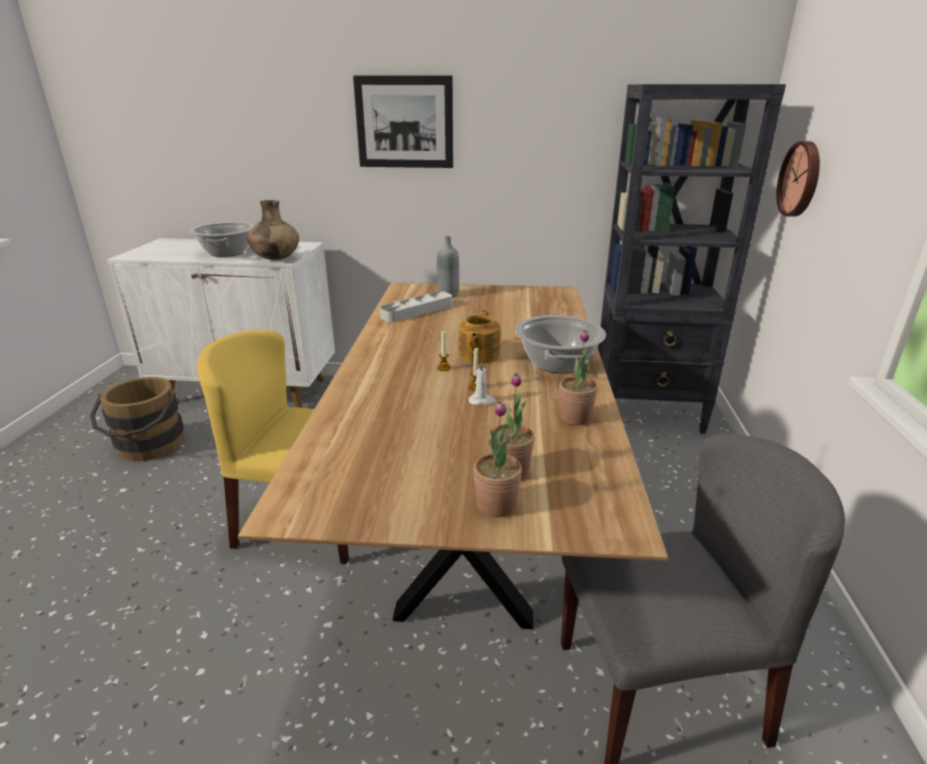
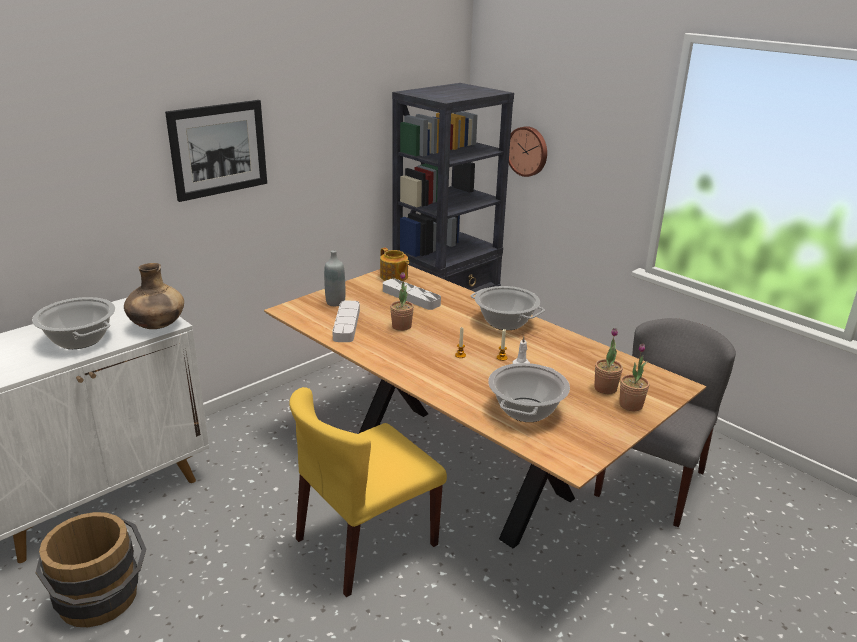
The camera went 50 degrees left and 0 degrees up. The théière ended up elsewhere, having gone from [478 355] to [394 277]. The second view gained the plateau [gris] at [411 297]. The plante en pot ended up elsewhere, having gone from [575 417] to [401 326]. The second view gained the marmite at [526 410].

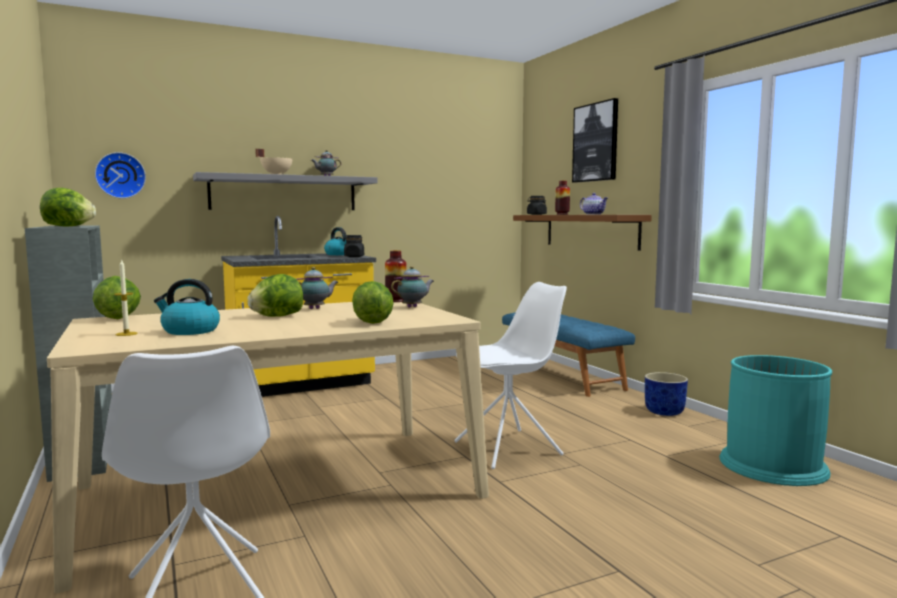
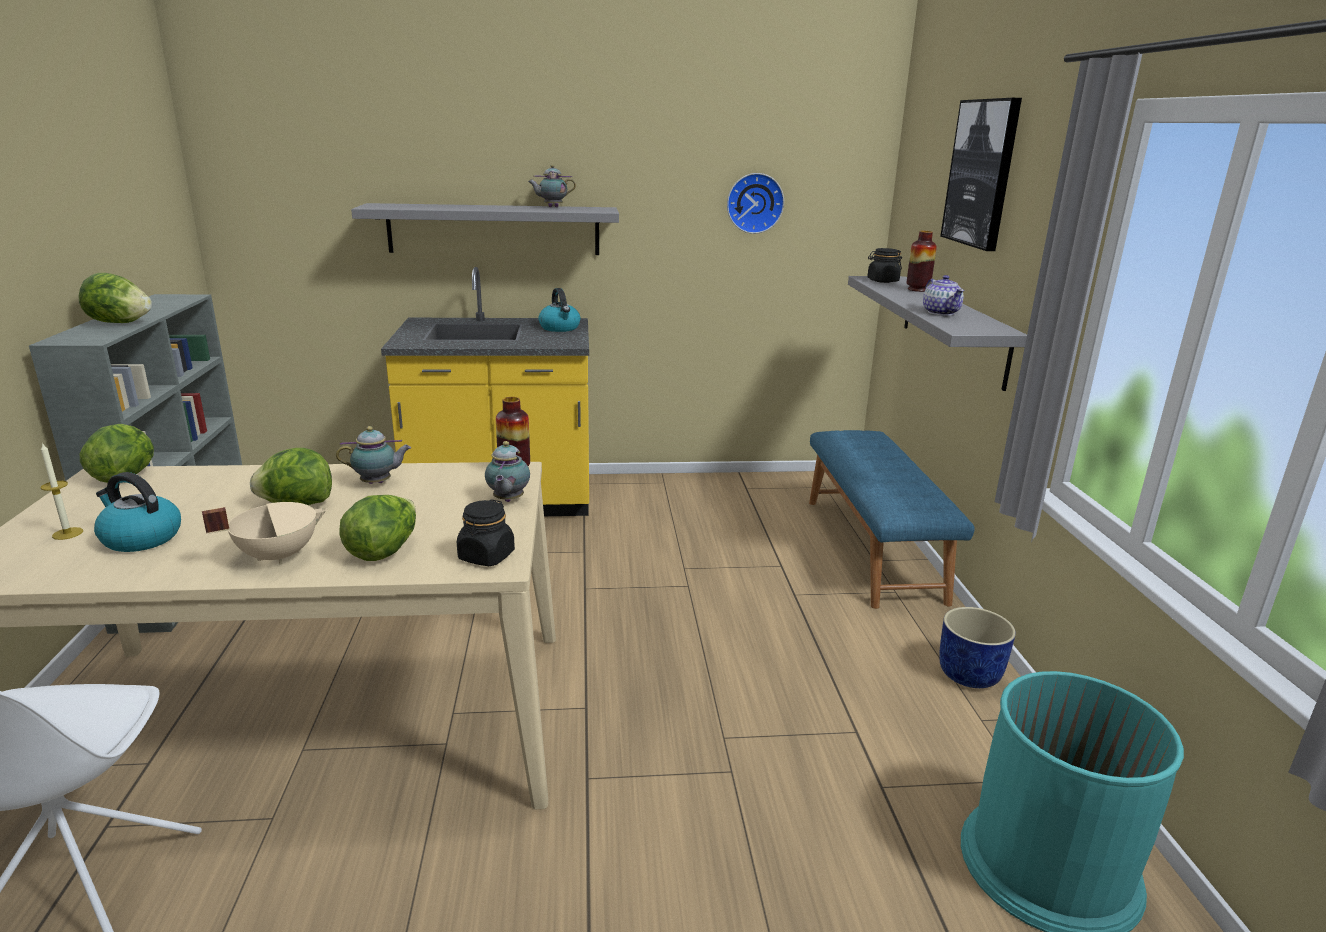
The camera went 20 degrees right and 15 degrees up. The marmite [beige] ended up elsewhere, having gone from [276 174] to [277 555]. The bocal [noir] ended up elsewhere, having gone from [354 256] to [486 556]. The théière at [413 307] ended up facing another way, 105 degrees clockwise from before. The horloge murale ended up elsewhere, having gone from [120 175] to [754 203]. What was the étagère [marron] at [590 231] turned into the étagère [gris] at [953 328]. The second view lost the chaise [blanc] at [509 448].

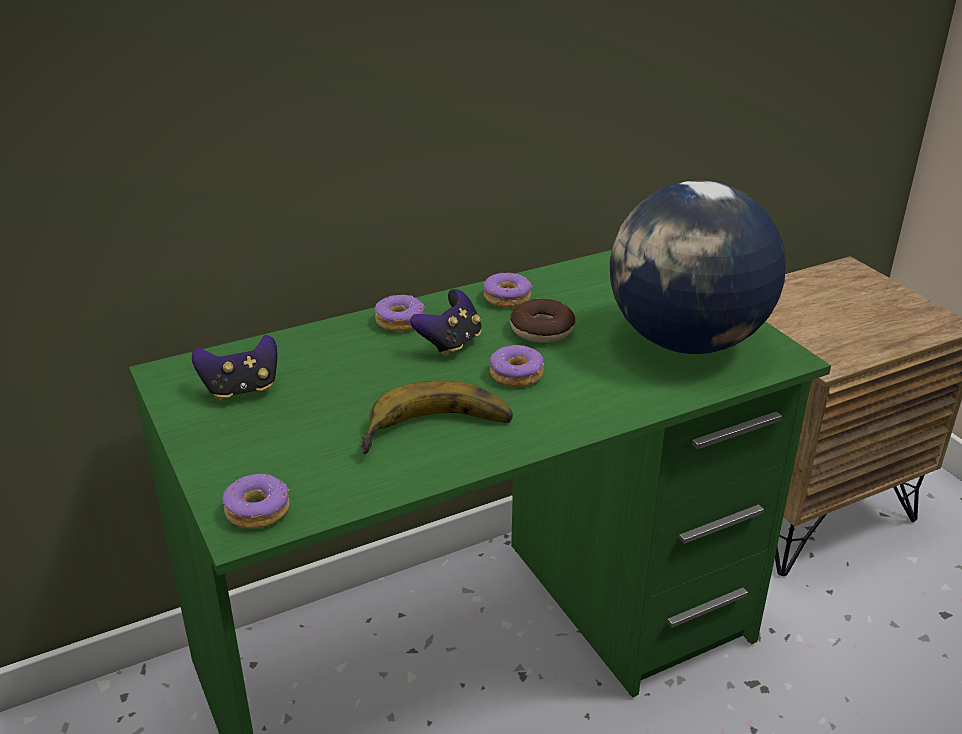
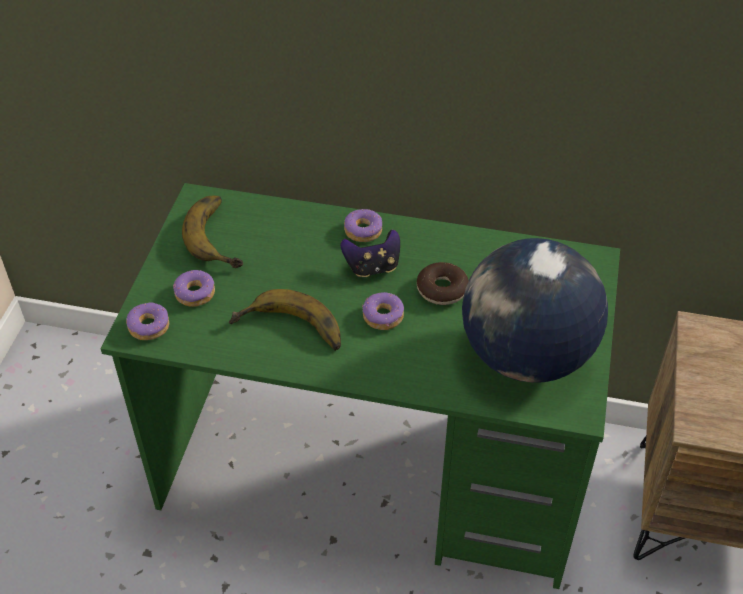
The camera went 40 degrees right and 15 degrees up. The beignet ended up elsewhere, having gone from [507 298] to [195 294]. Where the manette stood at [241 389], the banane came to stand at [222 235].

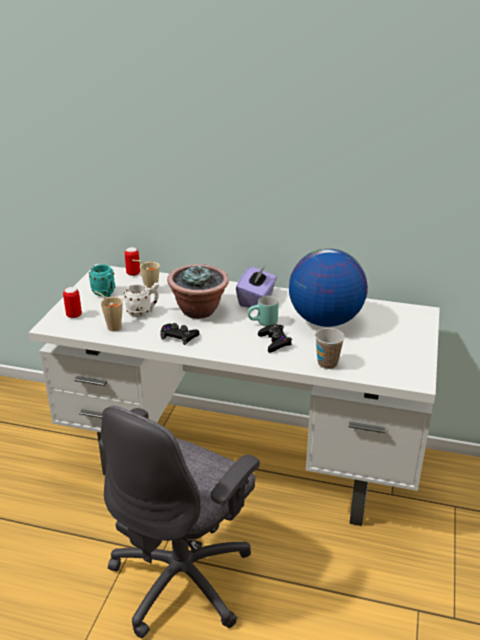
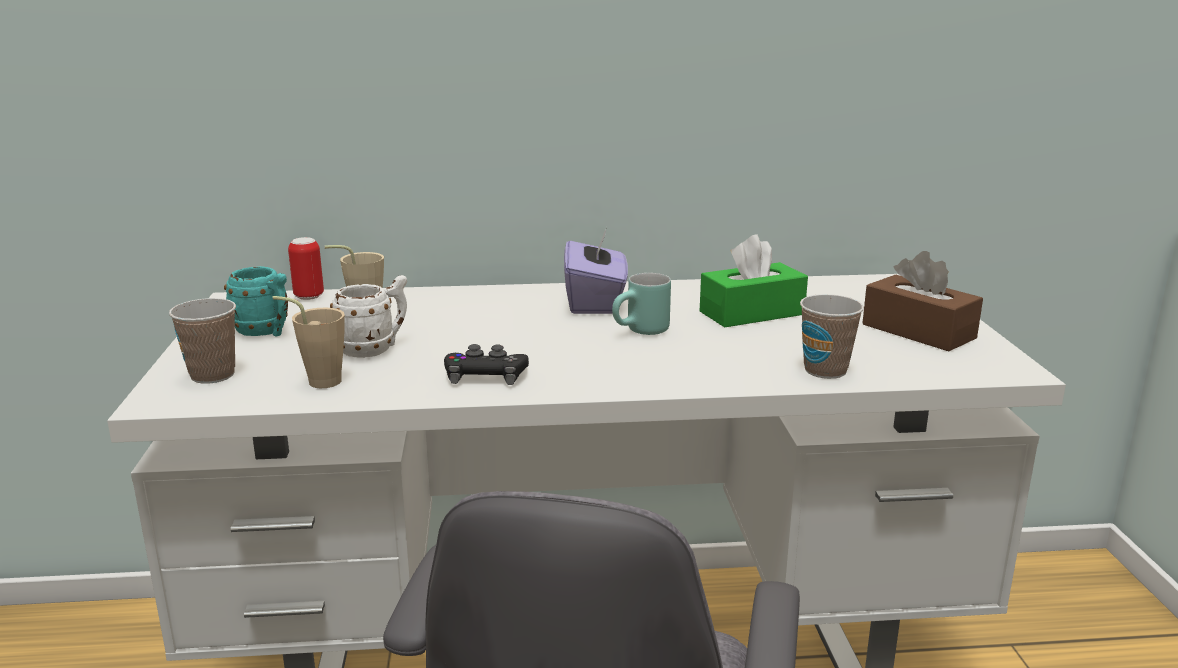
The camera went 20 degrees left and 10 degrees down. Where the boîte métallique stood at [74 315], the tasse came to stand at [212 375]. Where the globe stood at [325 321], the boîte à mouchoirs [vert] came to stand at [751 313]. The second view gained the boîte à mouchoirs [marron] at [918 331]. The second view lost the plante en pot at [199 310]. The second view lost the manette [noir] at [275 341].

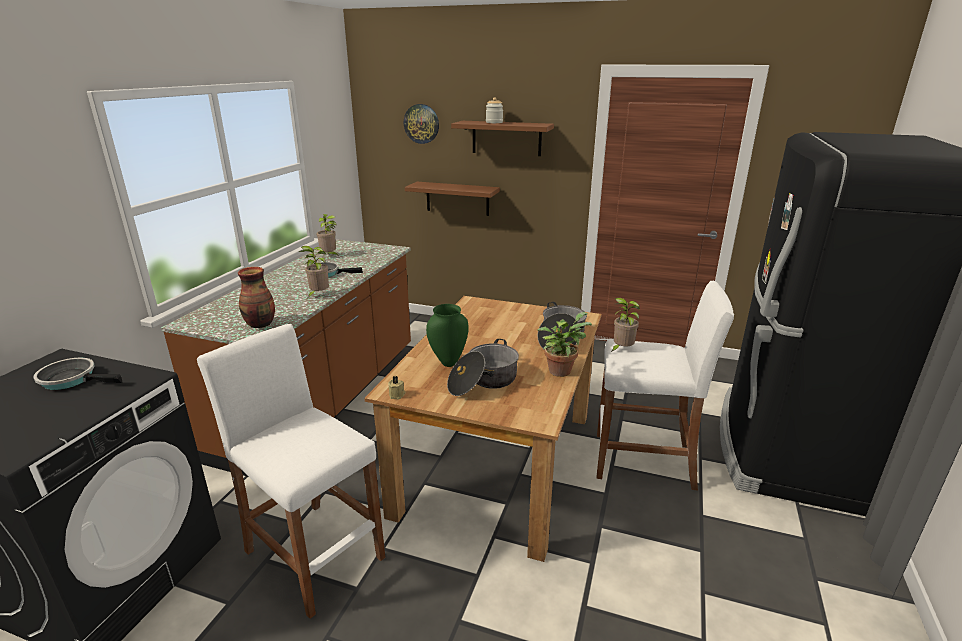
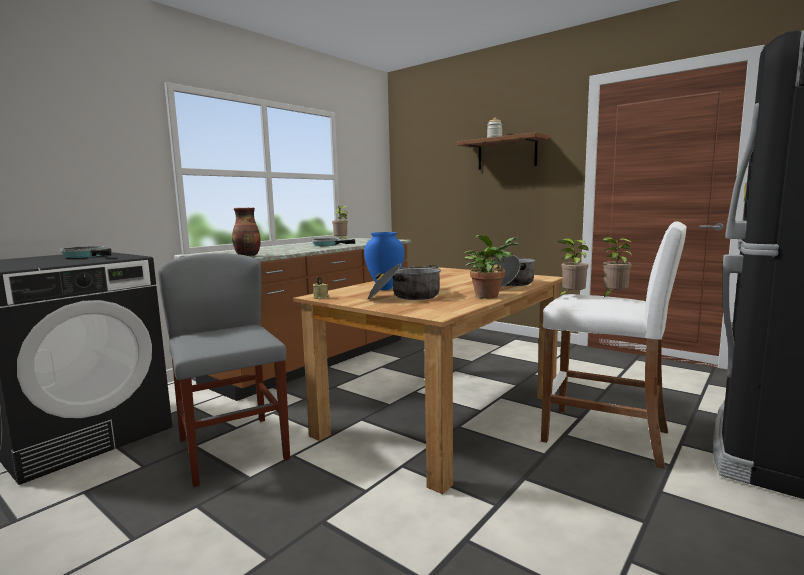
The camera went 20 degrees right and 15 degrees down. Where the tabouret [blanc] stood at [314 554], the chaise [gris] came to stand at [233 449]. What was the vase [vert] at [448 362] turned into the vase [bleu] at [385 288]. The plante en pot ended up elsewhere, having gone from [318 295] to [613 297]. The second view lost the horloge murale at [421 123]. The second view lost the étagère [marron] at [457 198].

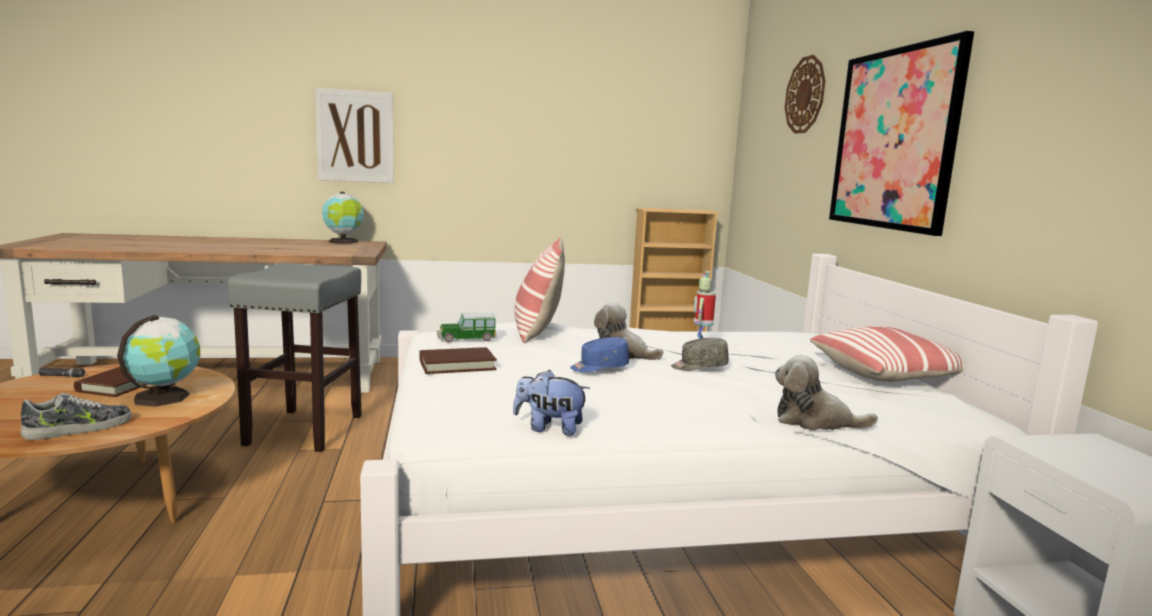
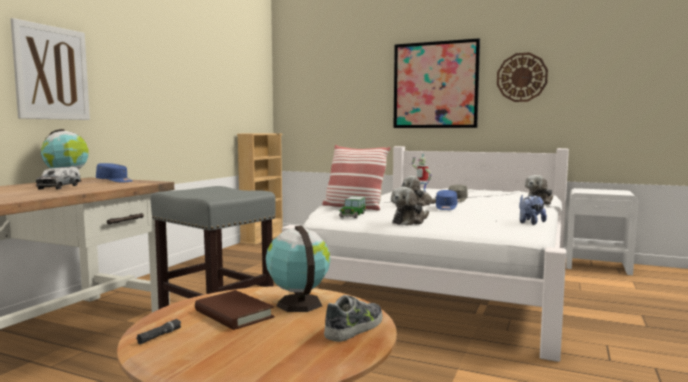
The camera went 55 degrees left and 5 degrees down. The second view gained the camion jouet at [59 187]. The second view gained the casquette [bleu] at [115 181]. The chaussure at [79 429] ended up facing another way, 45 degrees clockwise from before. Where the livre [marron] stood at [457 365], the peluche came to stand at [409 222]. The horloge murale ended up elsewhere, having gone from [805 95] to [521 77]. The second view lost the coussin at [887 374].

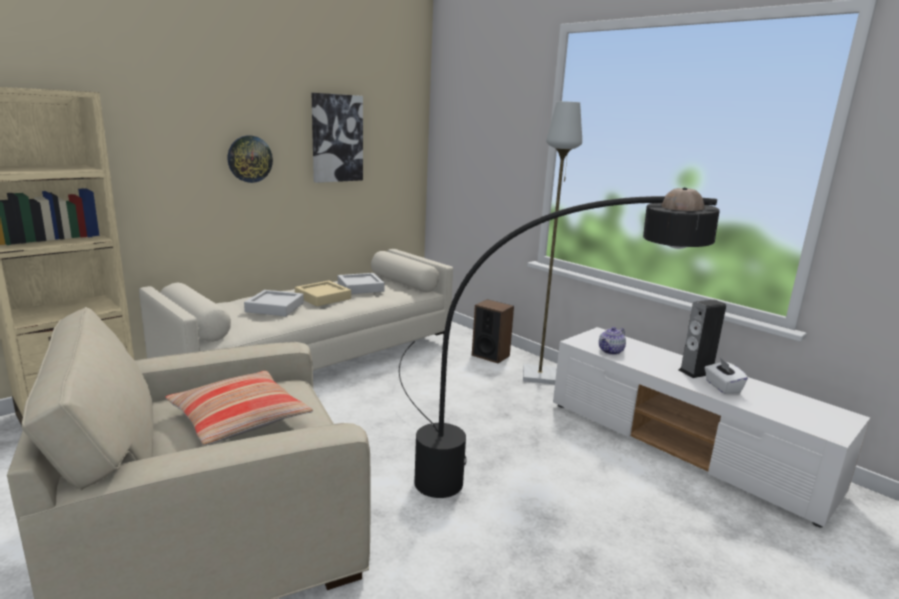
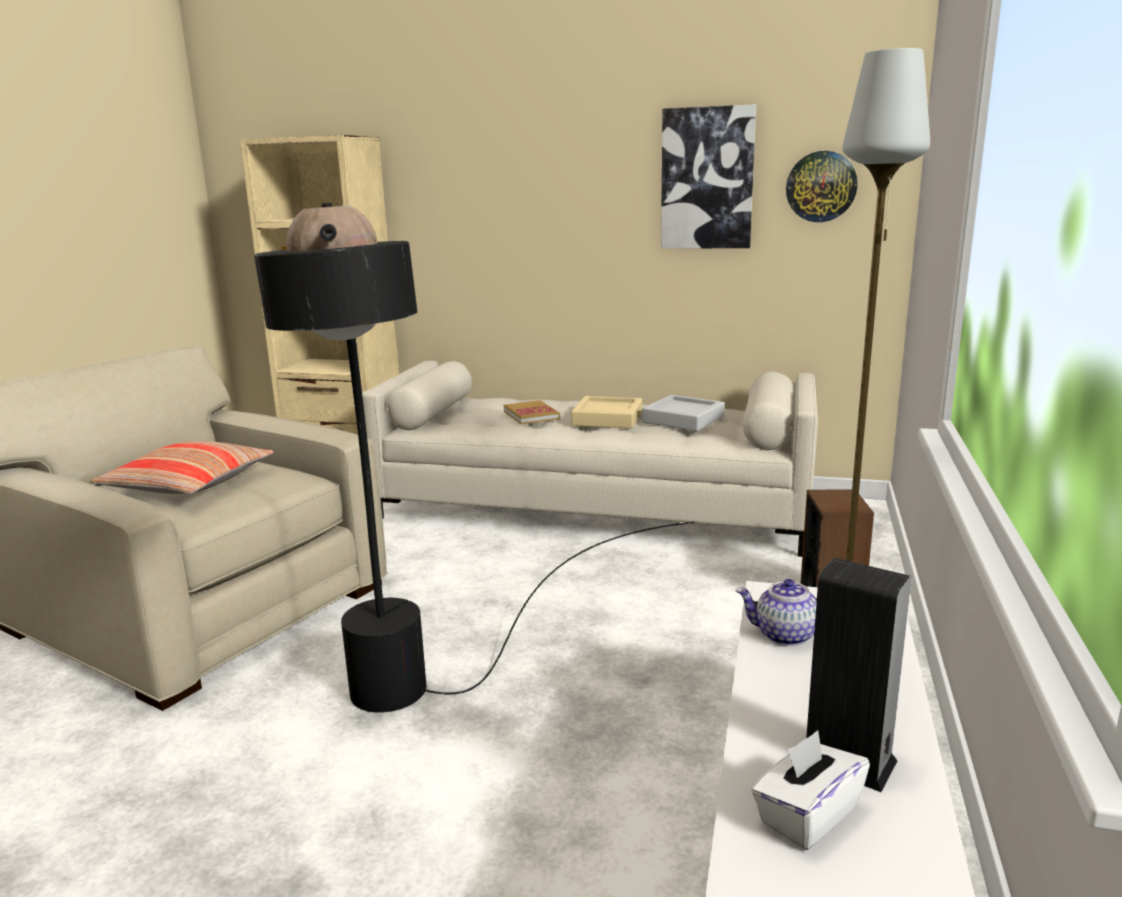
The camera went 60 degrees right and 0 degrees up. Where the plateau [gris] stood at [275 307], the livre came to stand at [531 415]. The horloge murale ended up elsewhere, having gone from [249 159] to [821 186].

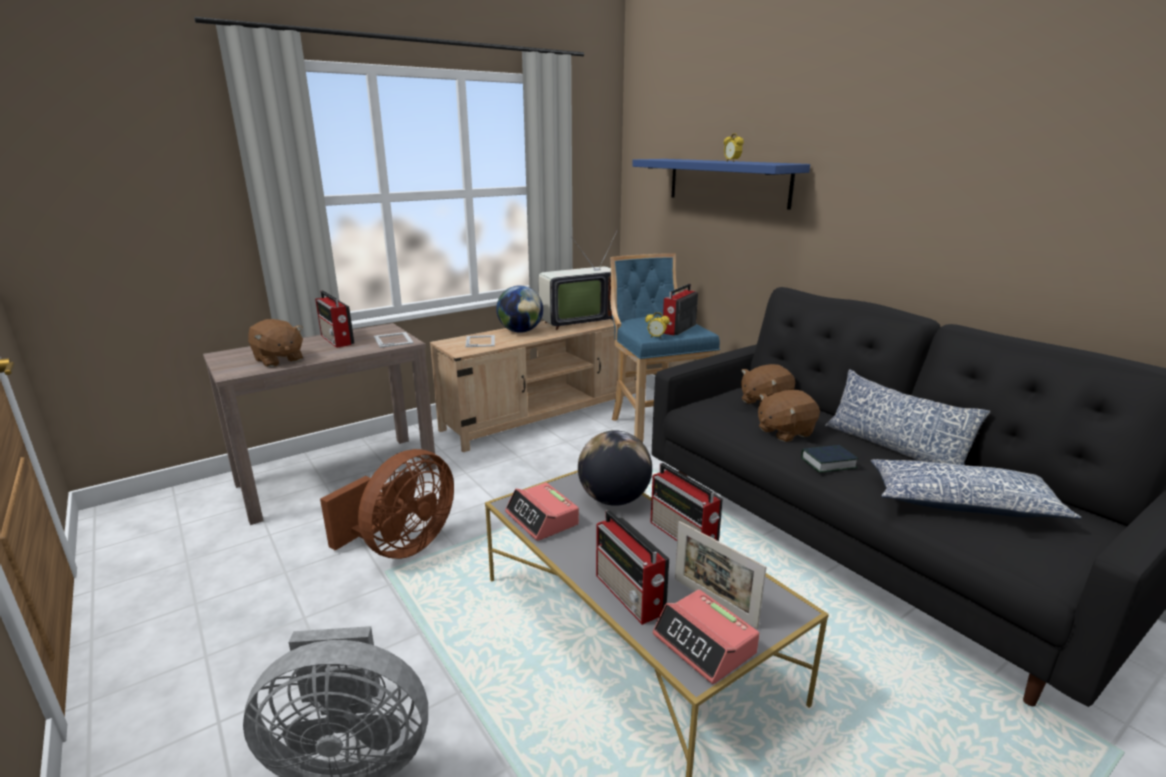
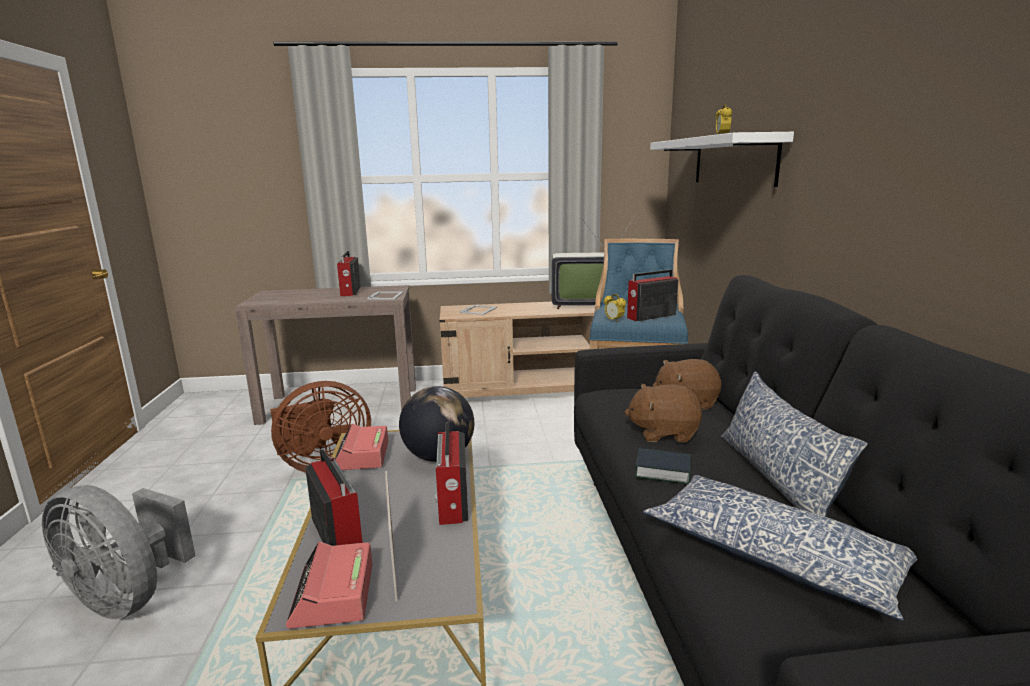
The camera went 30 degrees right and 5 degrees down. The radio at [630 595] ended up facing another way, 150 degrees clockwise from before. What was the étagère [bleu] at [727 182] turned into the étagère [blanc] at [733 161]. The second view lost the peluche [marron] at [278 360]. The second view lost the globe at [520 331].

